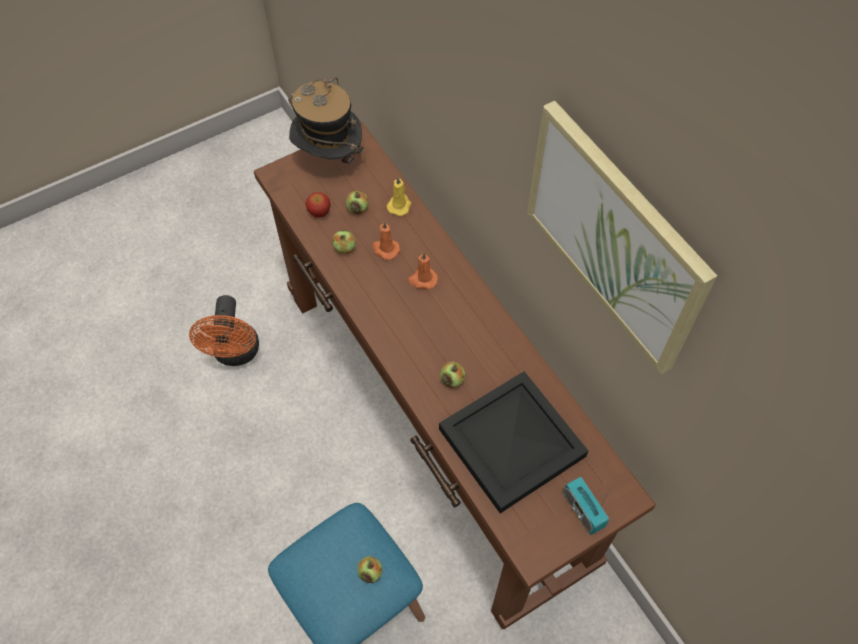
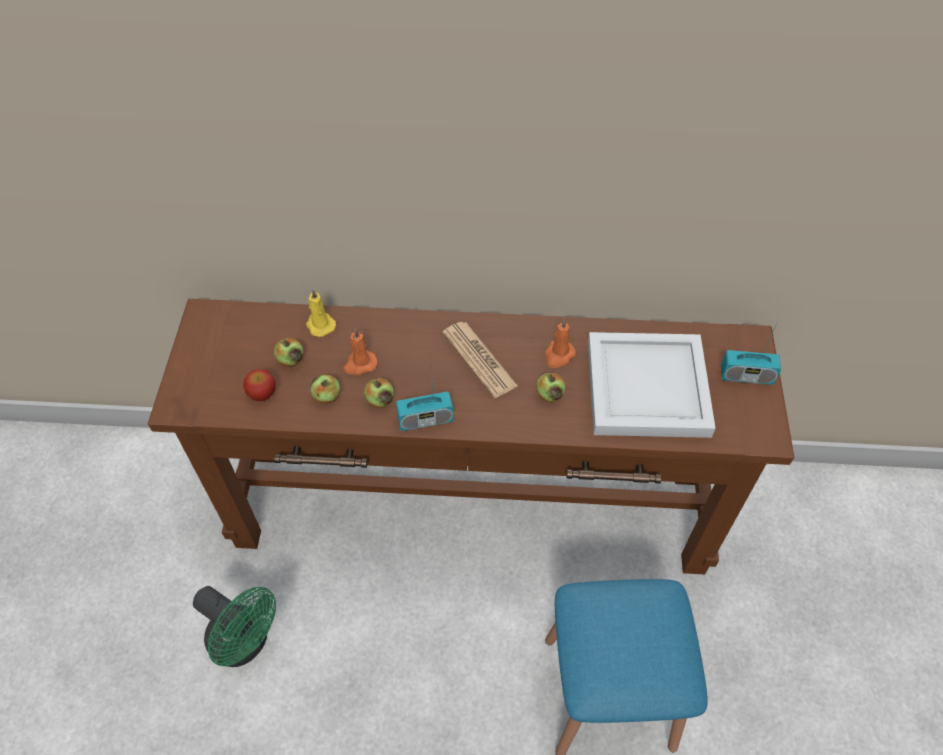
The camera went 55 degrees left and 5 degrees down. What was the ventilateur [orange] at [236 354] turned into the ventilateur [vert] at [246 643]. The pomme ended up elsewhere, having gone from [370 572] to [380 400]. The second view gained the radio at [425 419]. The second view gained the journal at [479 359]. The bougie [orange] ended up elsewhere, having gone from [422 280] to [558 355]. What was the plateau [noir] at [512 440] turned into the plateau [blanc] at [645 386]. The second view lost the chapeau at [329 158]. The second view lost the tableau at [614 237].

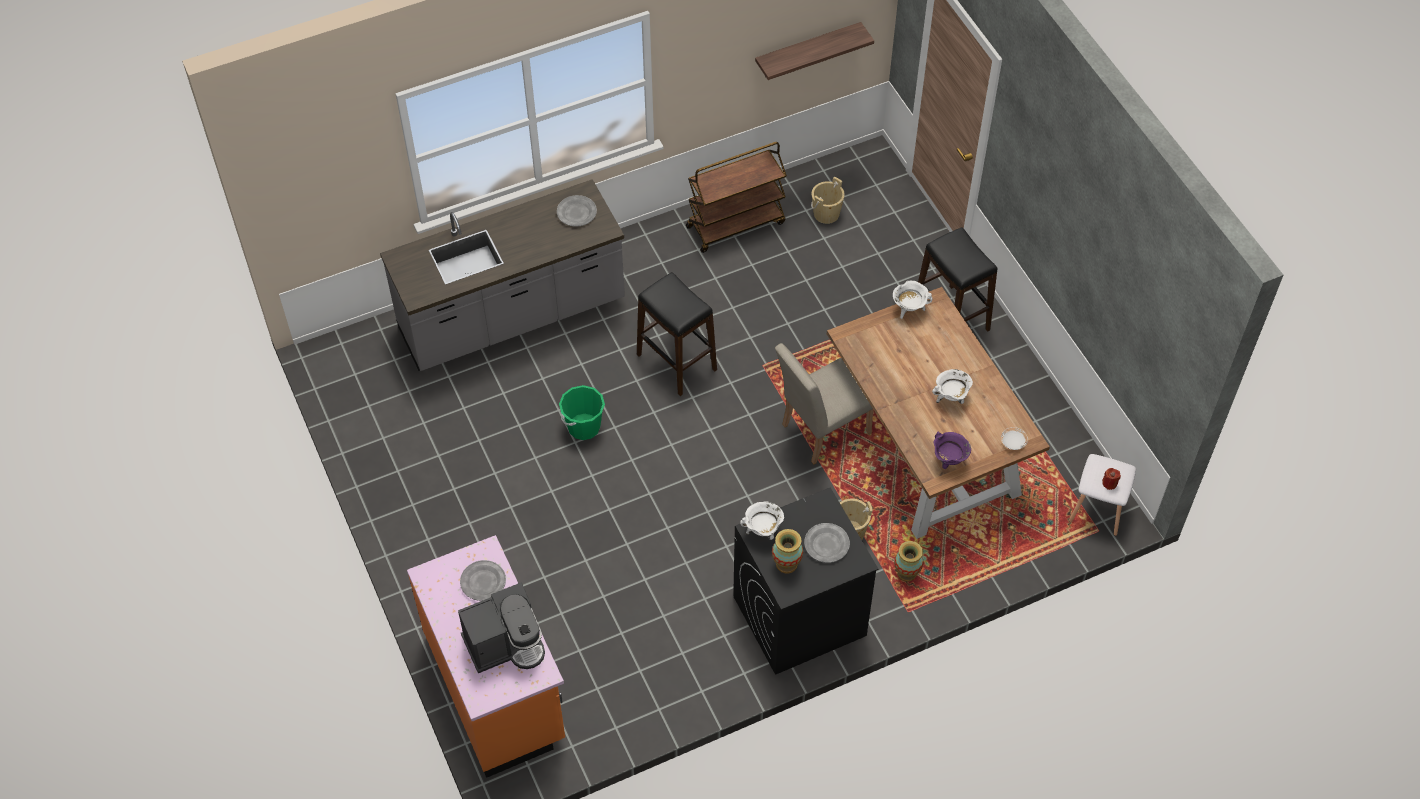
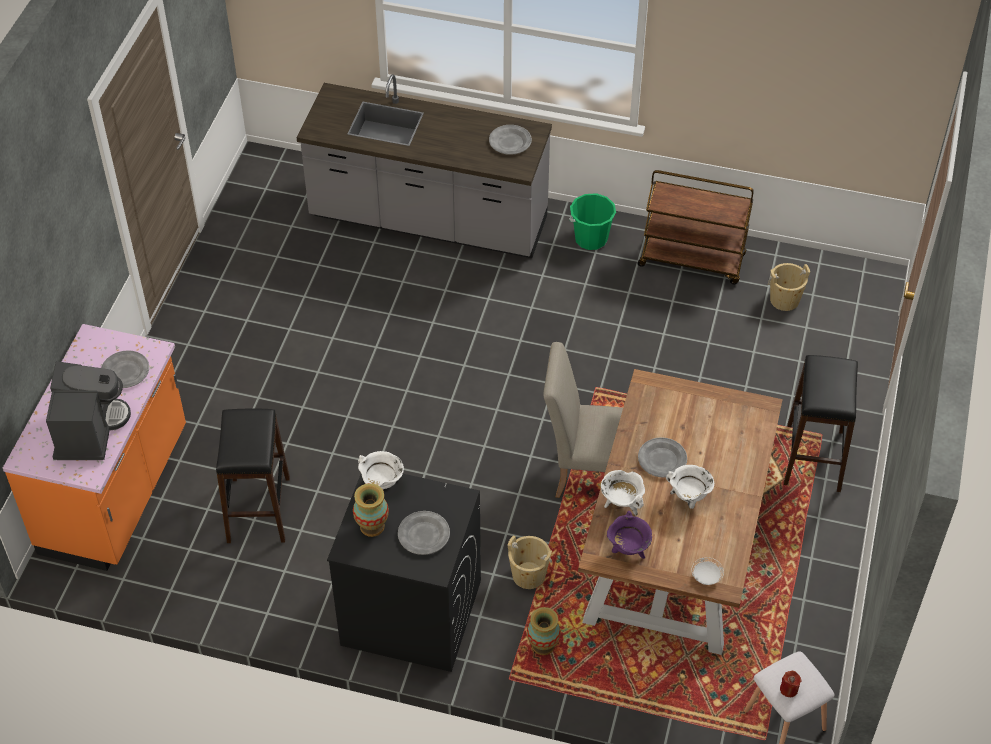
The camera went 40 degrees right and 5 degrees down. The machine à café at [506 644] ended up facing another way, 105 degrees counterclockwise from before. The tabouret [noir] ended up elsewhere, having gone from [677 362] to [259 510]. The seau [vert] ended up elsewhere, having gone from [584 427] to [591 238]. The marmite [blanc] ended up elsewhere, having gone from [909 309] to [622 504]. The second view gained the assiette [gris] at [662 459]. The second view lost the étagère at [807 51].

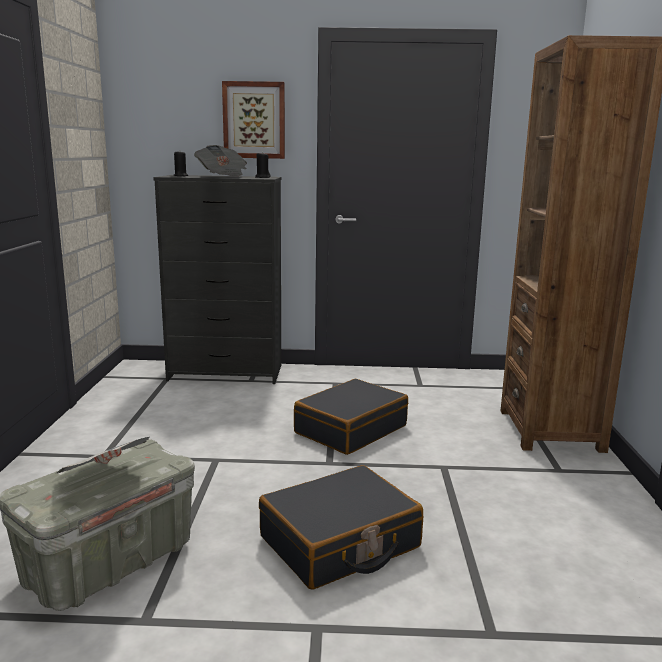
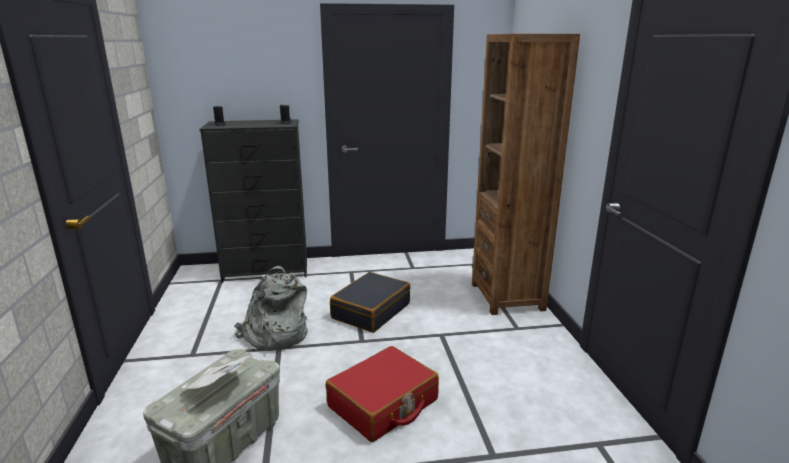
The camera went 10 degrees left and 5 degrees up. The second view gained the sac à dos [gris] at [274 335]. What was the valise [noir] at [340 543] turned into the valise [rouge] at [383 404]. The second view lost the journal at [223 177]. The second view lost the tableau at [254 120].

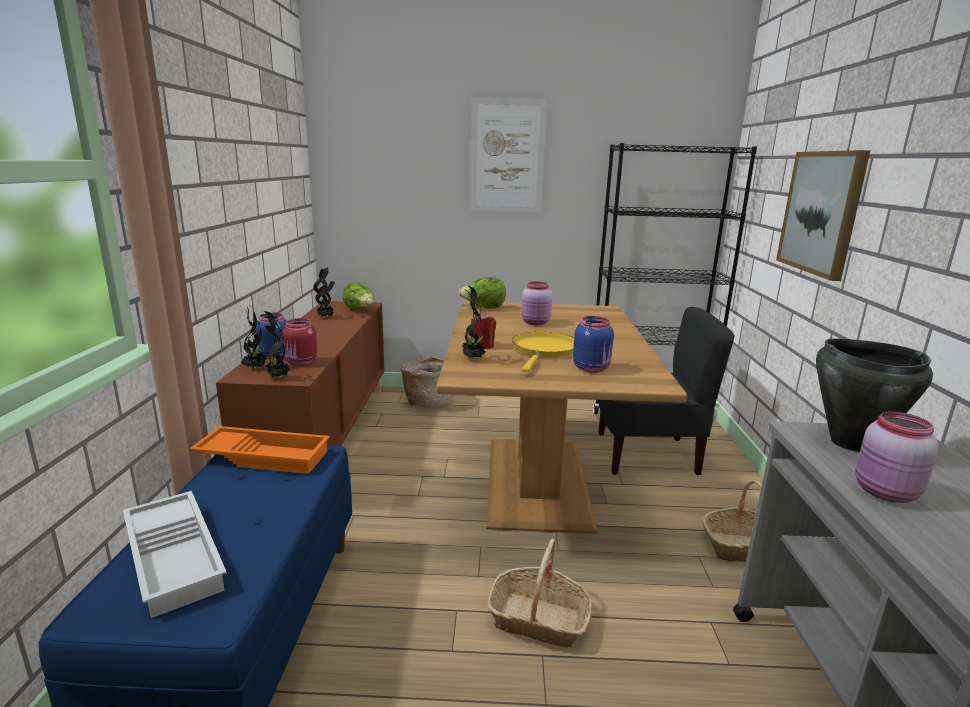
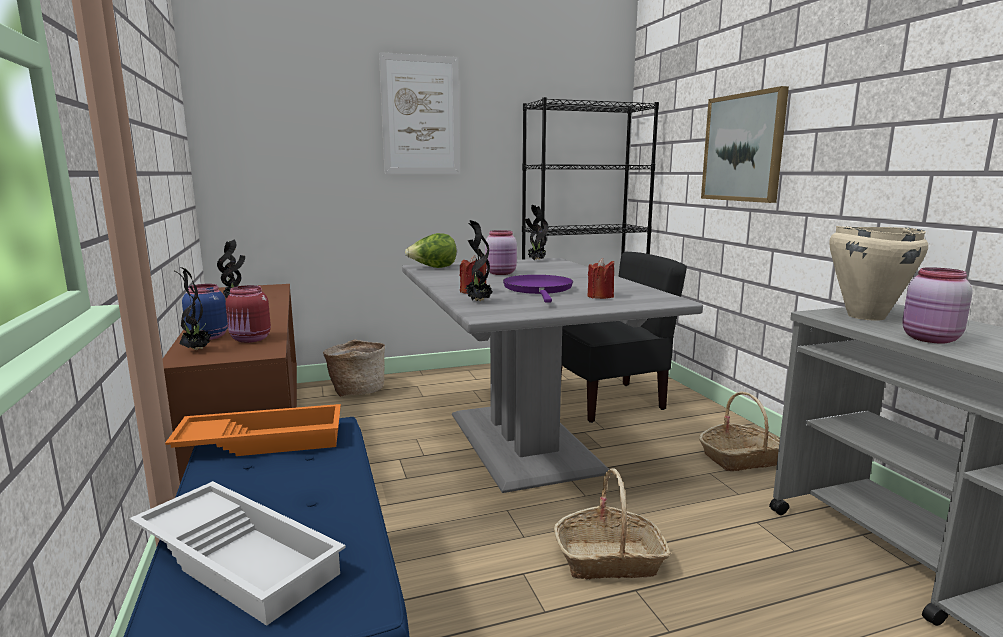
The camera went 20 degrees left and 5 degrees down. What was the table à manger [marron] at [539 481] turned into the table à manger [gris] at [525 441]. What was the poêle [jaune] at [544 350] turned into the poêle [violet] at [538 290]. The plante en pot ended up elsewhere, having gone from [277 378] to [536 260]. Where the bocal [bleu] stood at [592 368], the bougie [rouge] came to stand at [600 296]. What was the marmite [noir] at [850 443] turned into the marmite [beige] at [865 316]. The second view lost the laitue at [359 310].

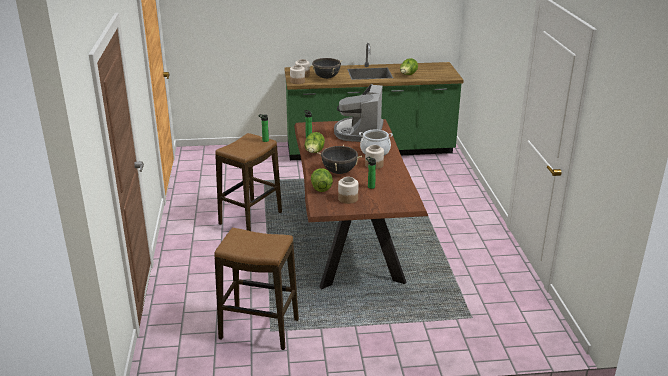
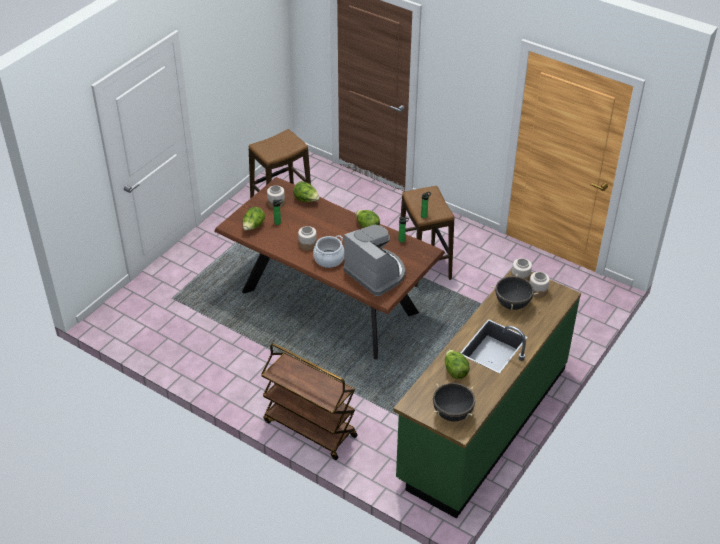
The camera went 130 degrees right and 15 degrees up. The second view gained the laitue at [253 227]. The second view gained the chariot [marron] at [309 429]. The marmite [noir] ended up elsewhere, having gone from [339 172] to [452 414].

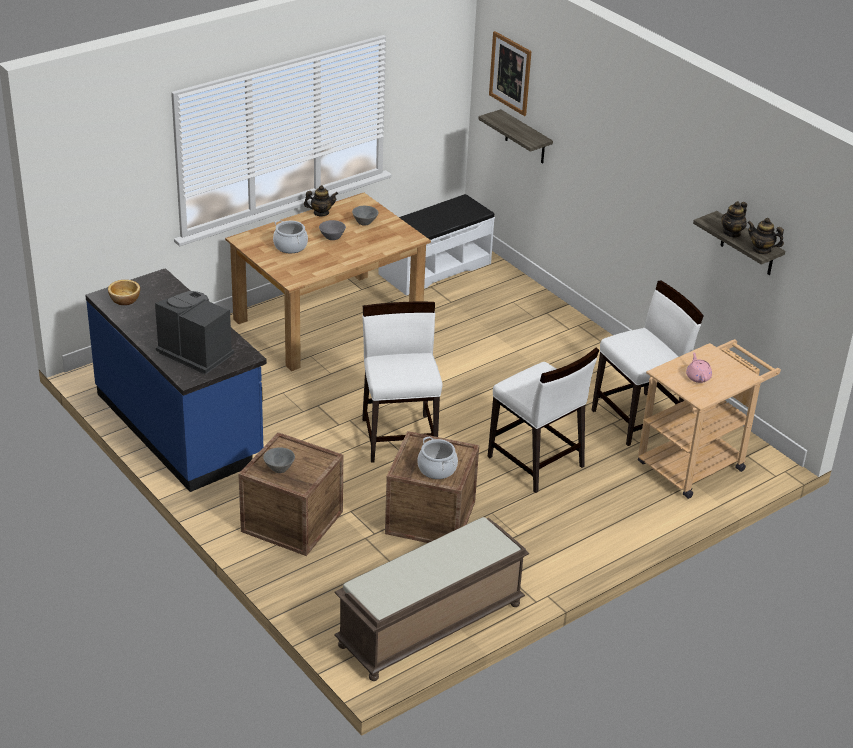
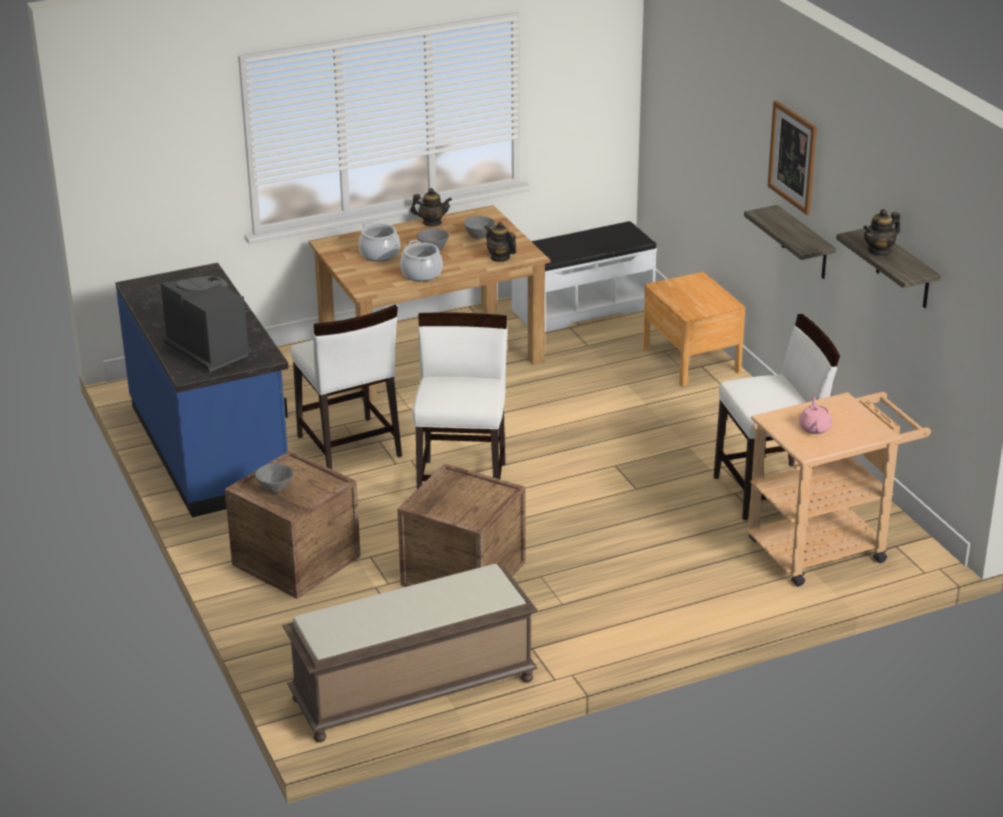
The camera went 15 degrees right and 5 degrees down. The chaise [blanc] ended up elsewhere, having gone from [536 462] to [349 447]. The marmite ended up elsewhere, having gone from [437 469] to [421 274]. The théière ended up elsewhere, having gone from [761 250] to [500 257]. The second view gained the table de chevet [marron] at [691 360]. The étagère ended up elsewhere, having gone from [525 138] to [804 244]. The tableau ended up elsewhere, having gone from [510 73] to [793 157]. The second view lost the bol at [125 299].

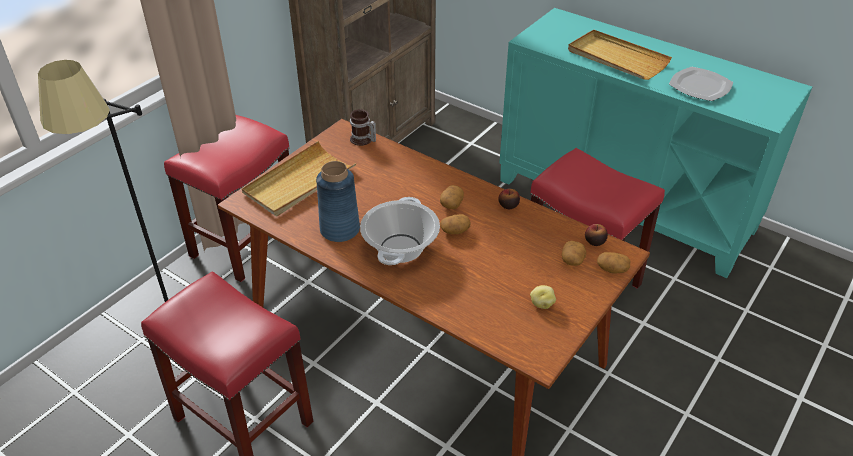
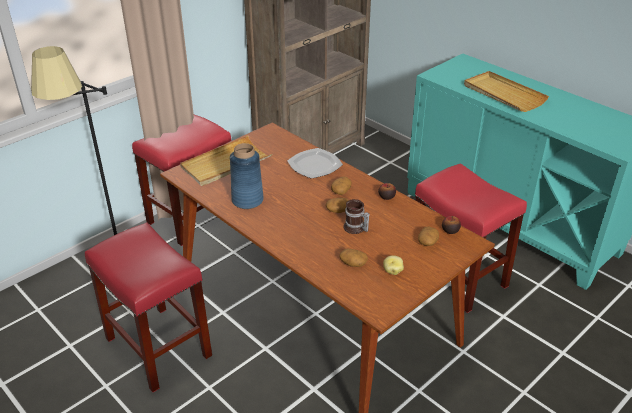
The camera went 10 degrees right and 5 degrees down. The assiette ended up elsewhere, having gone from [699 86] to [314 165]. The pomme de terre ended up elsewhere, having gone from [612 269] to [353 263]. The mug ended up elsewhere, having gone from [362 140] to [355 229]. The second view lost the marmite at [400 248].

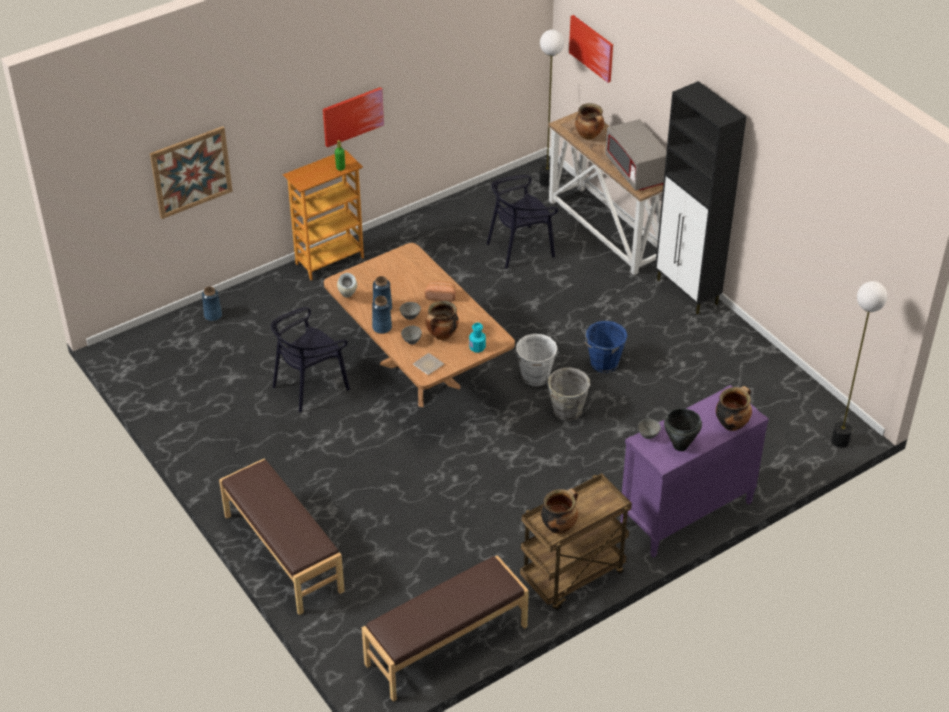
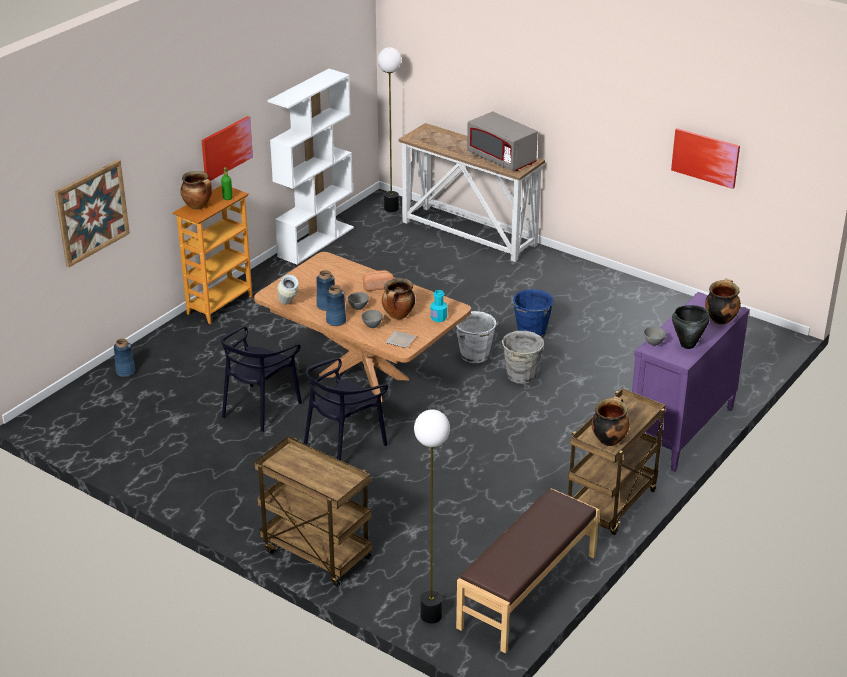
The camera went 20 degrees left and 10 degrees down. The marmite ended up elsewhere, having gone from [589 136] to [198 206]. Where the banc [marron] stood at [282 553], the chariot [marron] came to stand at [315 554]. The second view gained the bibliothèque [blanc] at [316 241]. The chaise [noir] ended up elsewhere, having gone from [520 248] to [344 444]. The lampadaire ended up elsewhere, having gone from [840 441] to [431 616]. The tableau ended up elsewhere, having gone from [591 48] to [705 157]. The second view lost the meuble de rangement [noir] at [687 292].

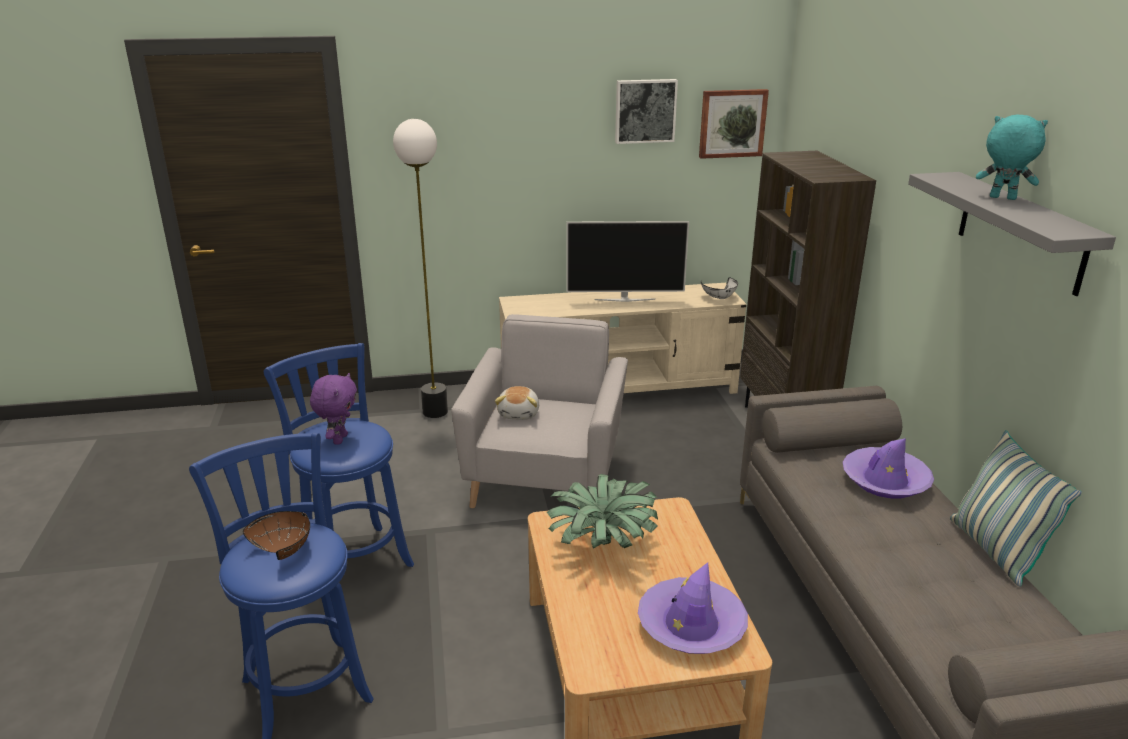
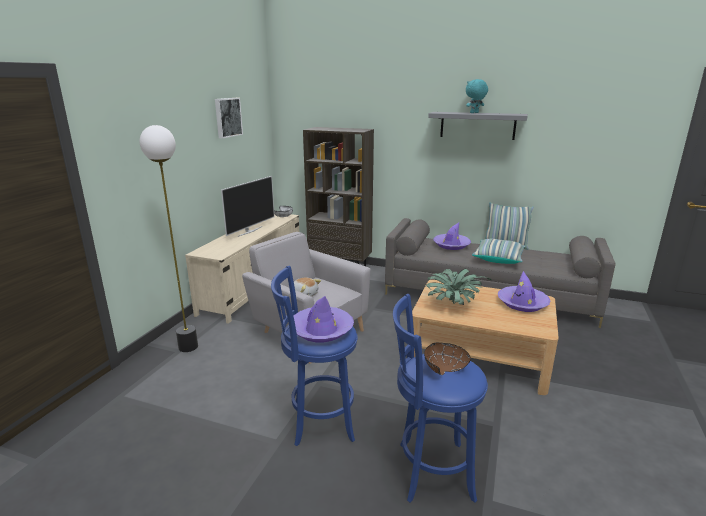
The camera went 60 degrees left and 5 degrees down. Where the peluche [violet] stood at [339 439], the chapeau [violet] came to stand at [321 330]. The second view gained the coussin at [498 258]. The second view lost the tableau at [732 123].

